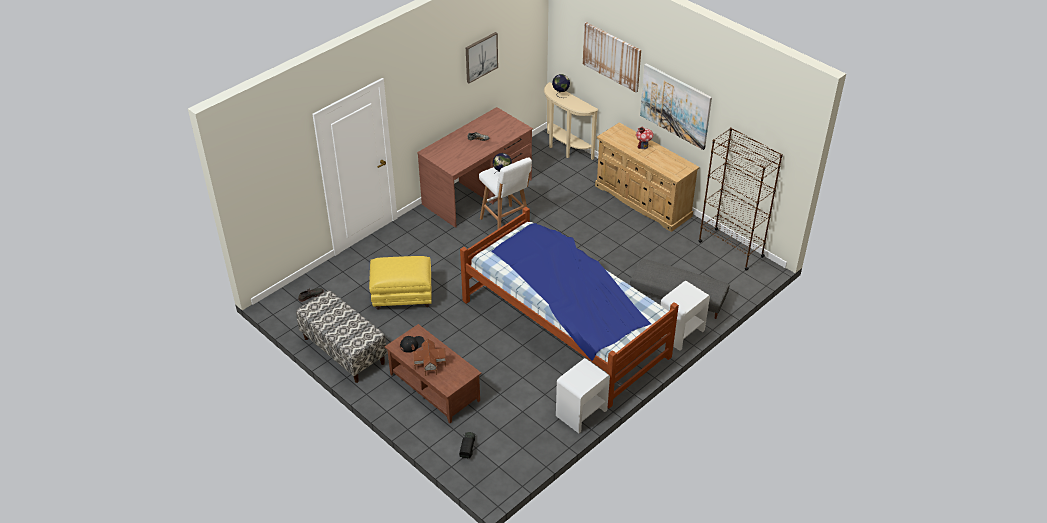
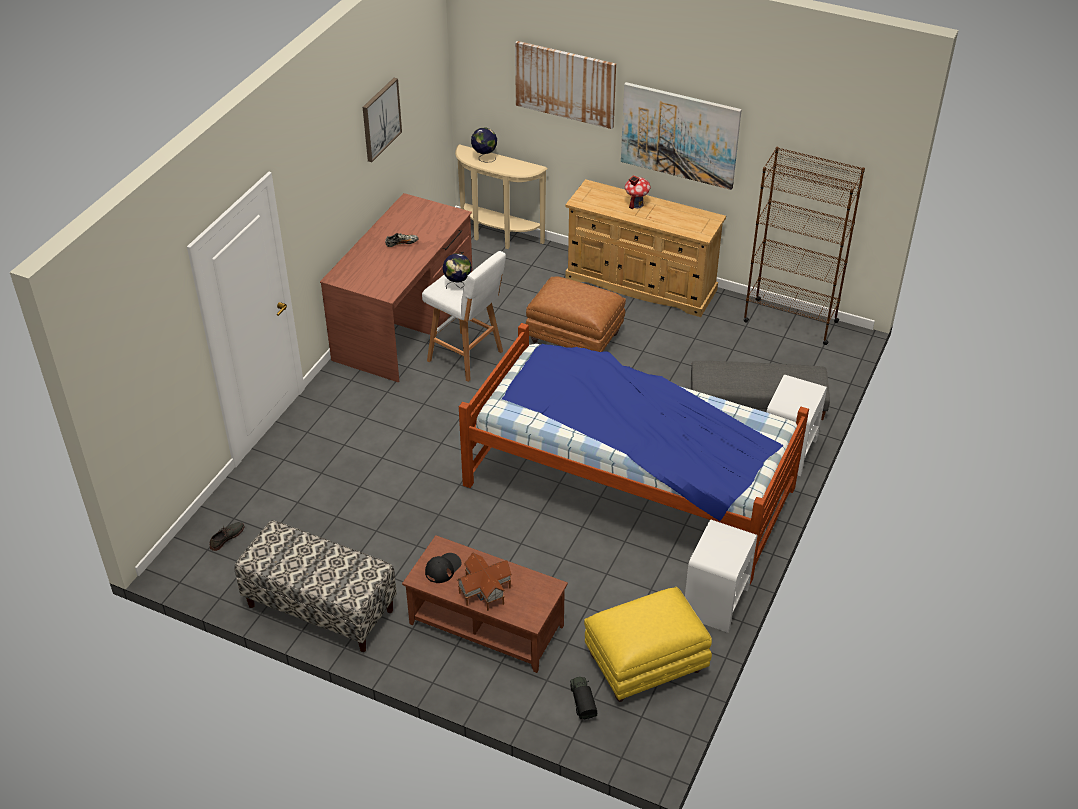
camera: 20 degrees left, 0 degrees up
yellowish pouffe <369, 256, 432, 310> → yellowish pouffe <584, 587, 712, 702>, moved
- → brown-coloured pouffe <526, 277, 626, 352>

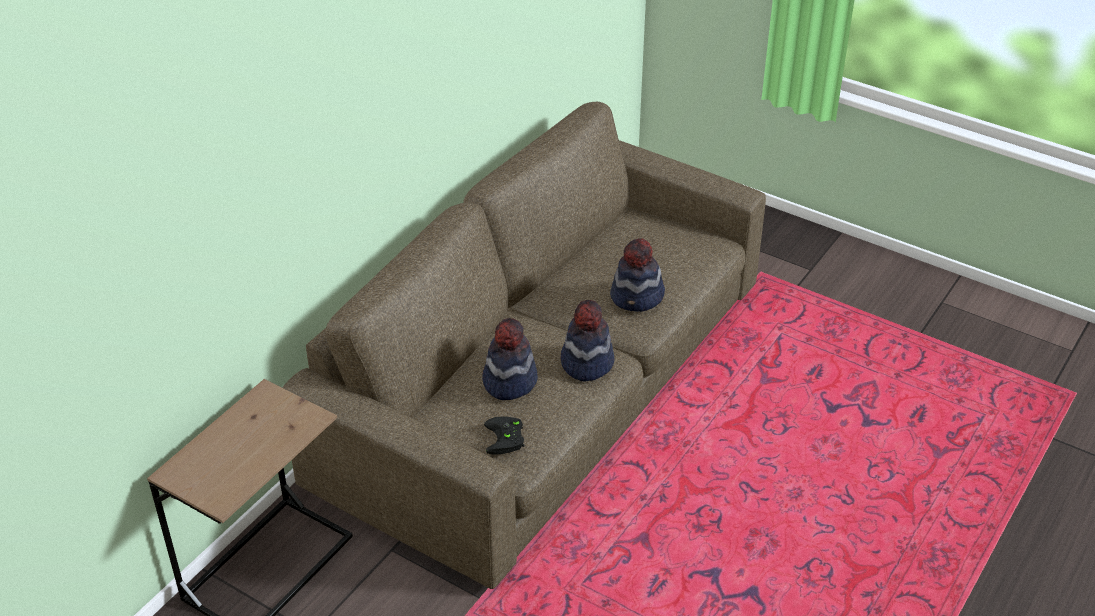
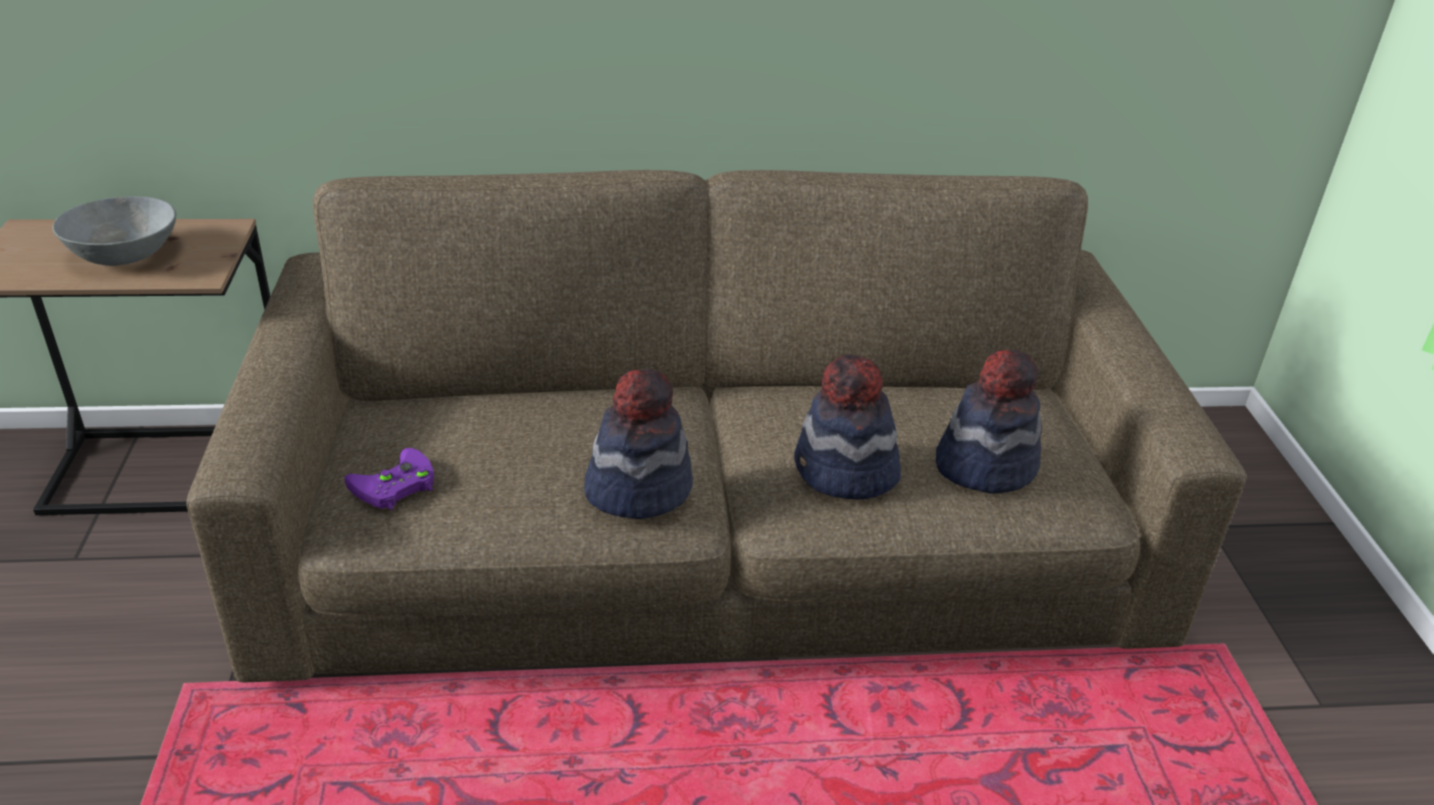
camera: 50 degrees right, 5 degrees down
hat <482, 318, 538, 400> → hat <936, 349, 1042, 494>, moved
black gamepad <484, 417, 524, 455> → purple-coloured gamepad <345, 448, 434, 510>
- → grey bowl <53, 196, 176, 266>

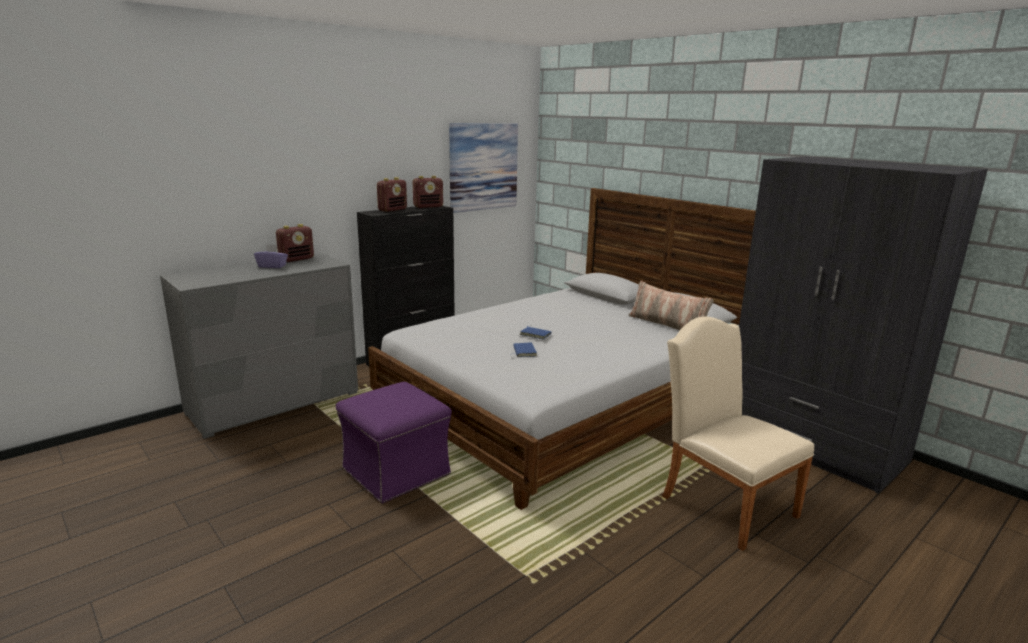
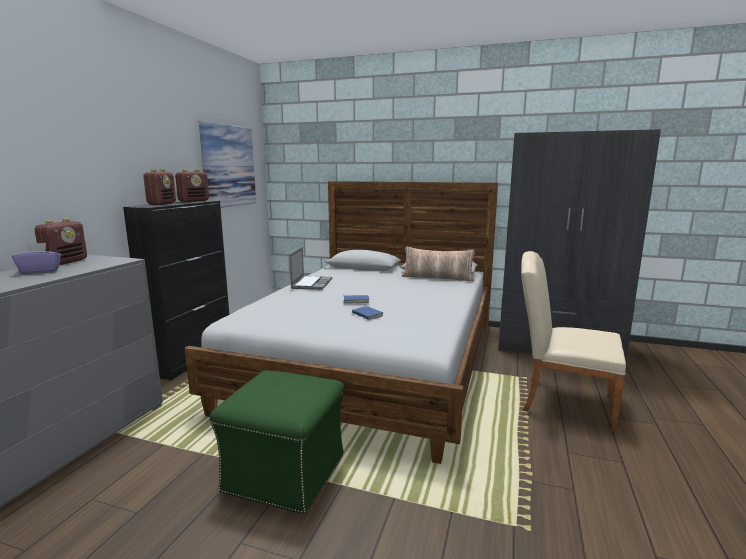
camera: 30 degrees left, 5 degrees down
purple-coloured pouffe <336, 382, 452, 503> → green-coloured pouffe <210, 370, 344, 514>
- → laptop <289, 247, 332, 290>

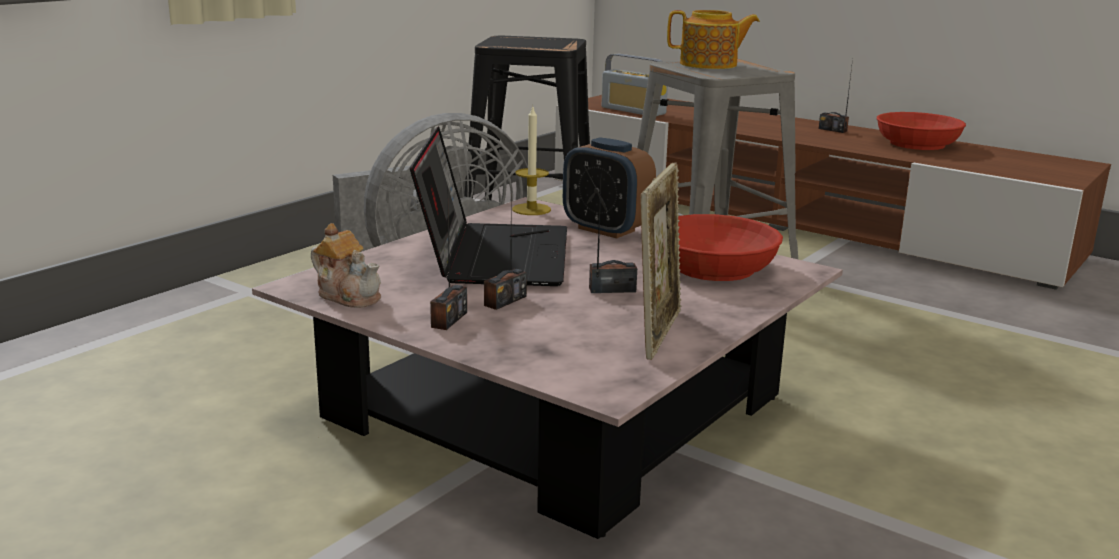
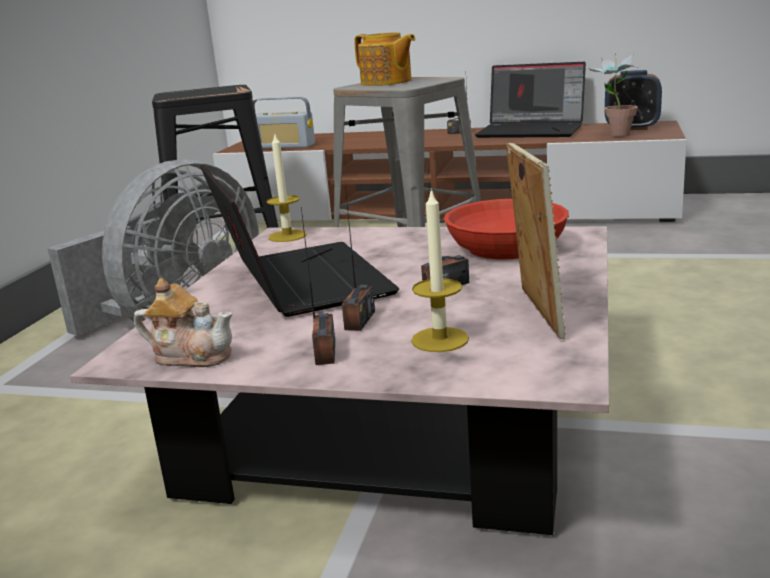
camera: 20 degrees left, 0 degrees up
tea pot <667, 10, 760, 69> → tea pot <354, 32, 416, 86>, 60 degrees clockwise
red bowl <877, 112, 966, 150> → laptop <475, 62, 586, 138>
alarm clock <563, 137, 656, 238> → alarm clock <605, 70, 662, 130>, moved
- → potted plant <590, 52, 639, 137>
- → wax candle <411, 188, 469, 352>

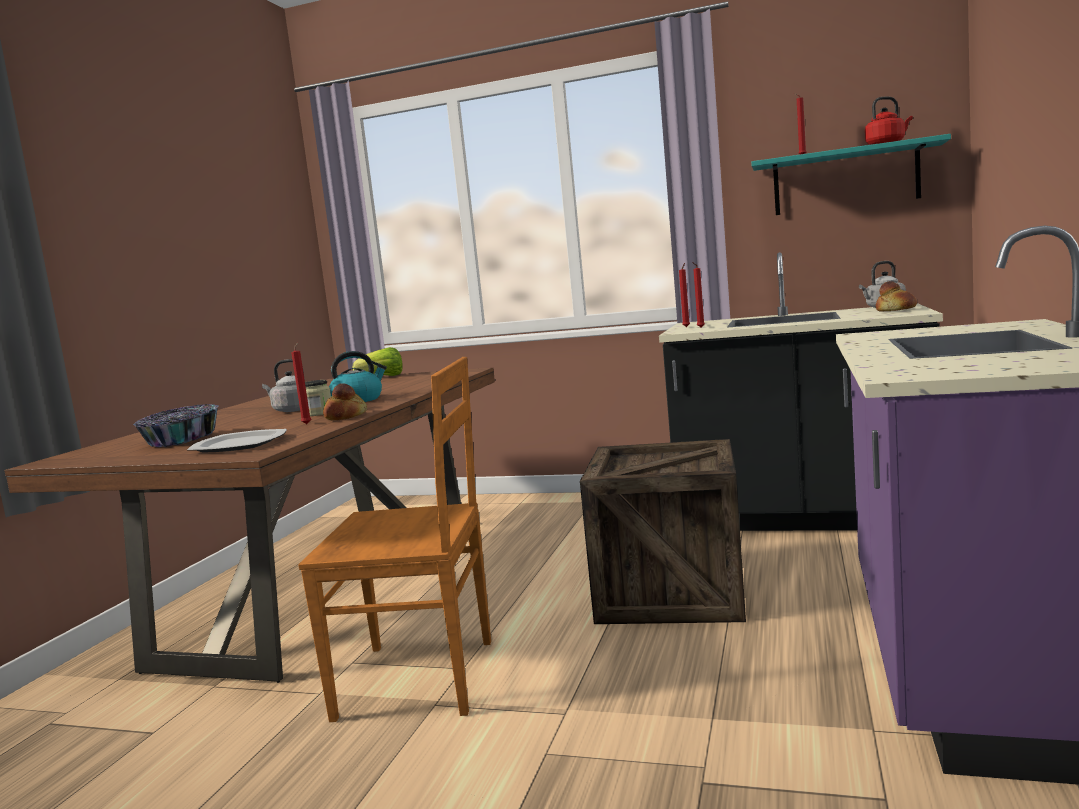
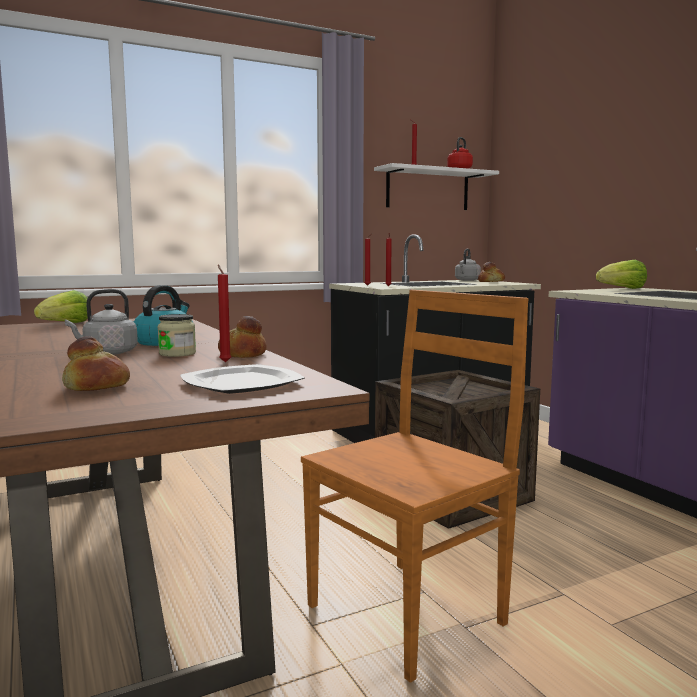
camera: 45 degrees left, 0 degrees up
turquoise wall shelf <751, 134, 951, 215> → white-coloured wall shelf <374, 163, 499, 210>
bowl <133, 404, 219, 447> → baked bread <62, 336, 130, 391>
- → lettuce <596, 260, 647, 289>

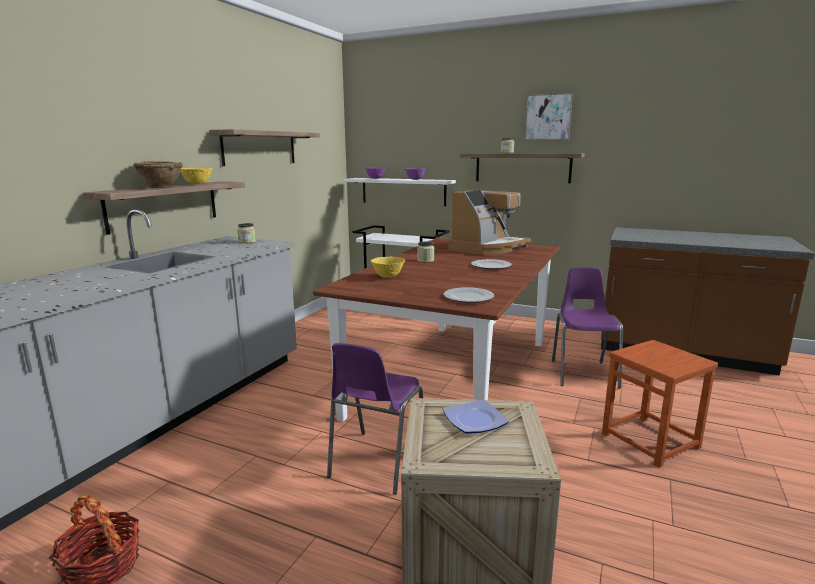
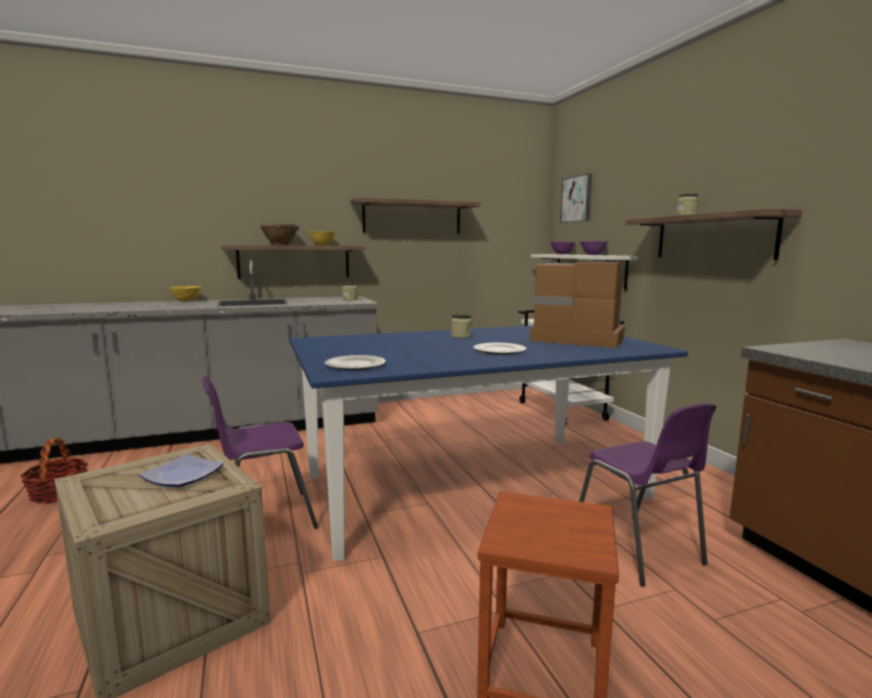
camera: 45 degrees right, 5 degrees down
picture <525, 93, 573, 140> → picture <560, 173, 592, 223>, moved
coffee maker <449, 190, 531, 255> → coffee maker <530, 261, 625, 348>, 150 degrees counterclockwise
brown-coloured dining table <313, 238, 560, 422> → blue dining table <290, 325, 688, 562>
yellowish bowl <371, 257, 405, 278> → yellowish bowl <170, 286, 201, 302>, moved
purple-coloured upright chair <552, 267, 623, 388> → purple-coloured upright chair <579, 403, 716, 587>, 105 degrees clockwise

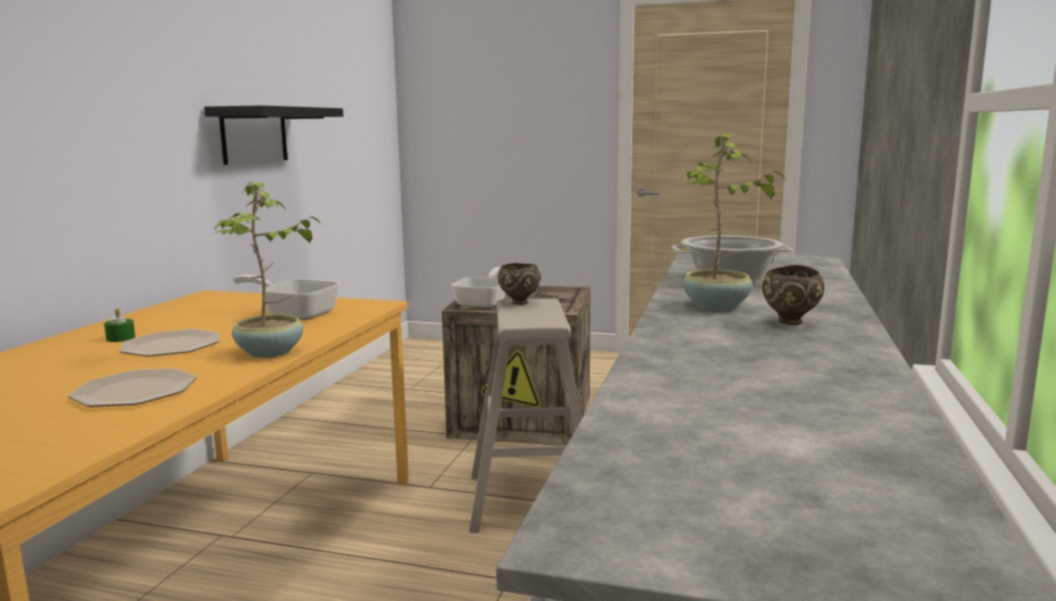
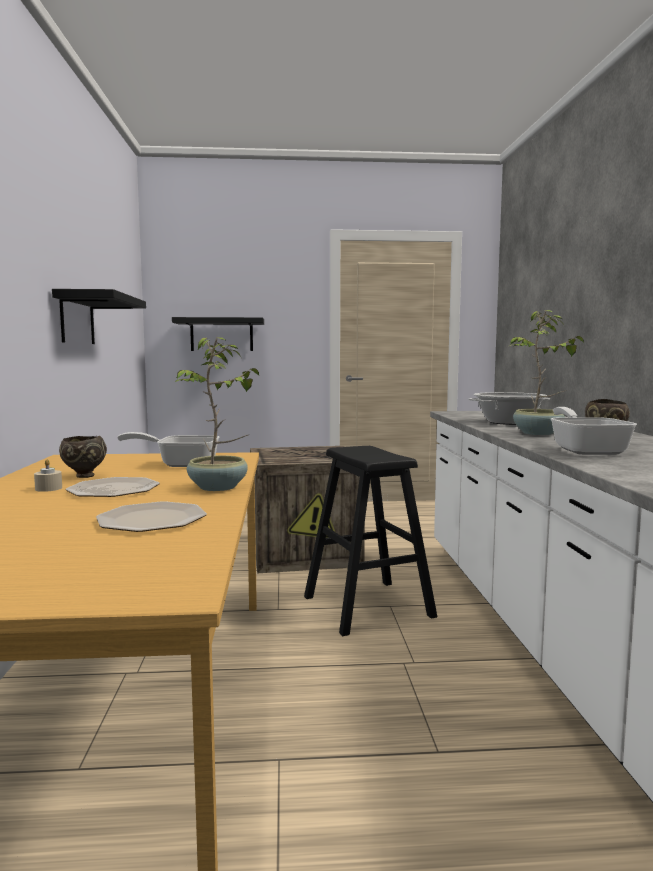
camera: 20 degrees left, 5 degrees down
brown-coloured bowl <498, 263, 541, 305> → brown-coloured bowl <59, 436, 107, 478>, moved
pan <451, 267, 505, 308> → pan <551, 407, 637, 455>, moved
sand-coloured stool <469, 298, 583, 533> → black stool <304, 446, 437, 636>
green-coloured wax candle <104, 308, 135, 342> → sand-coloured wax candle <34, 459, 62, 492>
- → black wall shelf <172, 317, 264, 351>

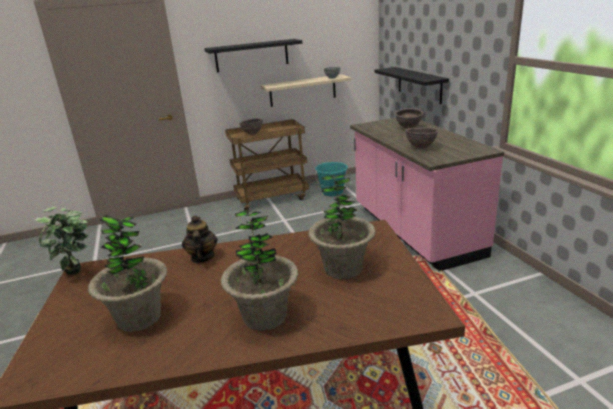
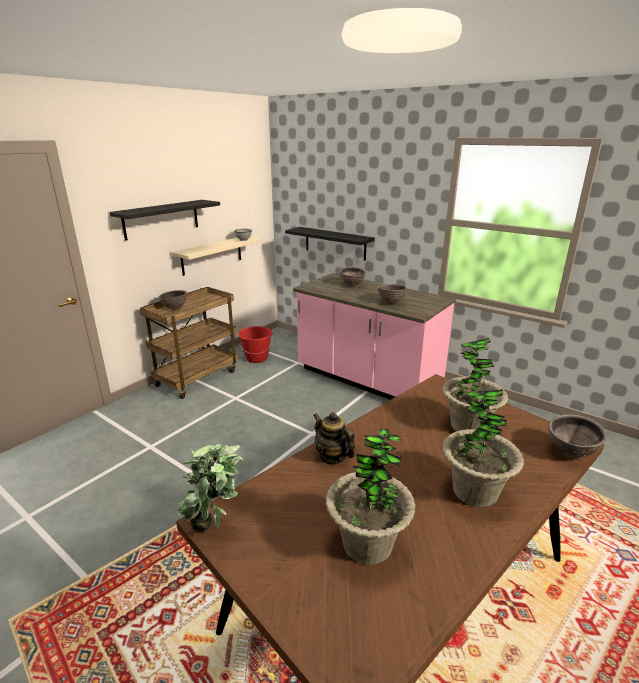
camera: 35 degrees left, 0 degrees up
turquoise water bucket <315, 162, 348, 196> → red water bucket <237, 326, 273, 363>
- → brown-coloured bowl <548, 414, 607, 457>

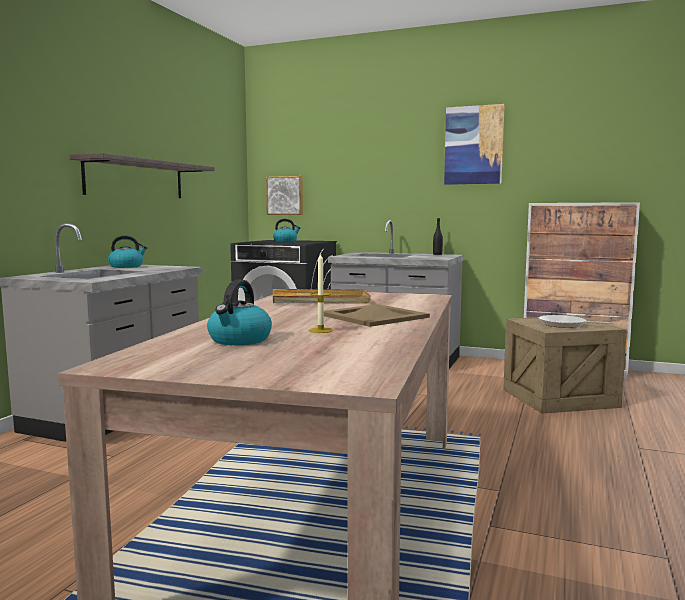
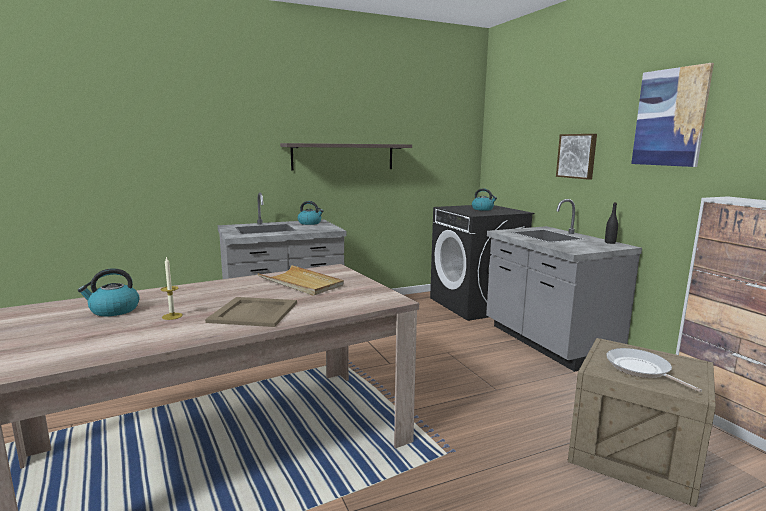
camera: 45 degrees right, 5 degrees up
picture <266, 176, 303, 215> → picture <556, 134, 597, 180>, moved

